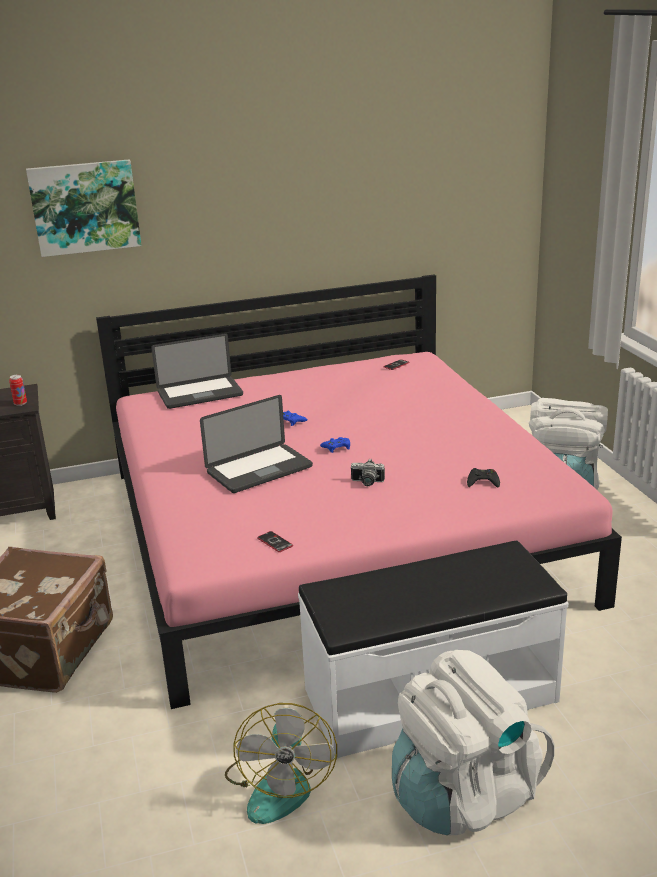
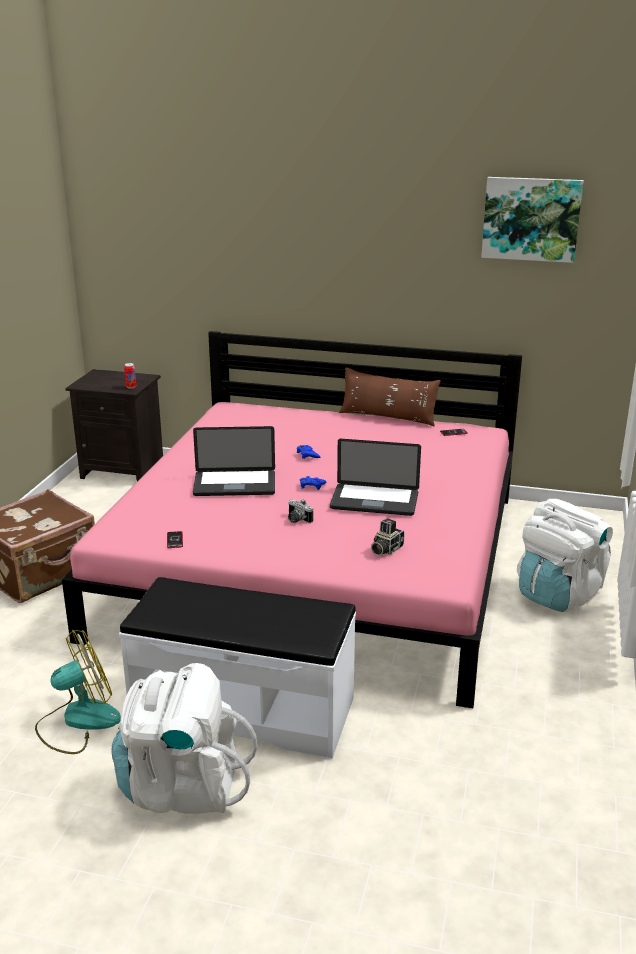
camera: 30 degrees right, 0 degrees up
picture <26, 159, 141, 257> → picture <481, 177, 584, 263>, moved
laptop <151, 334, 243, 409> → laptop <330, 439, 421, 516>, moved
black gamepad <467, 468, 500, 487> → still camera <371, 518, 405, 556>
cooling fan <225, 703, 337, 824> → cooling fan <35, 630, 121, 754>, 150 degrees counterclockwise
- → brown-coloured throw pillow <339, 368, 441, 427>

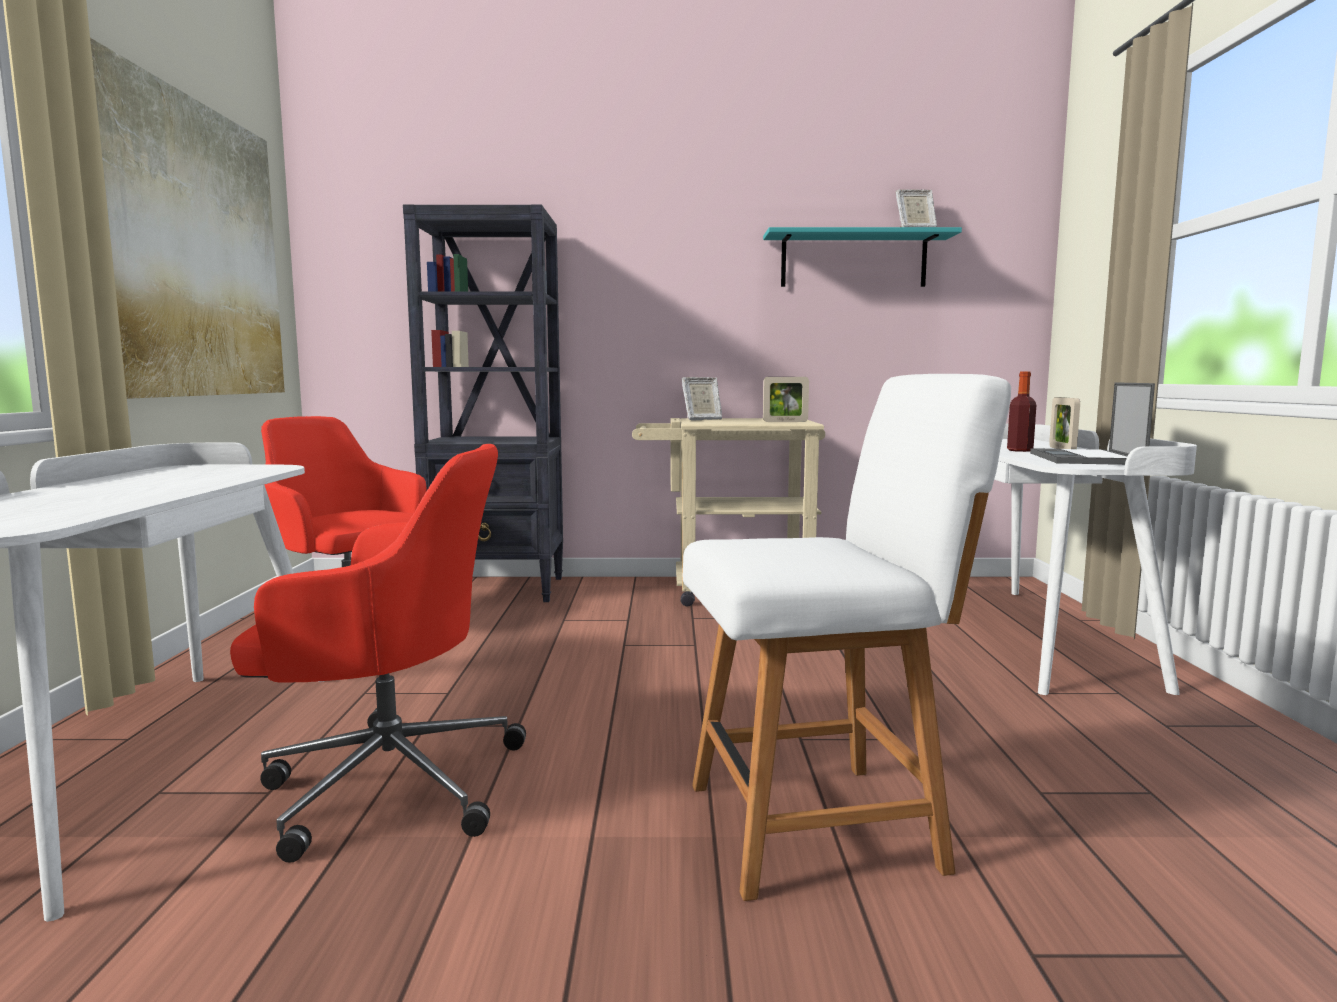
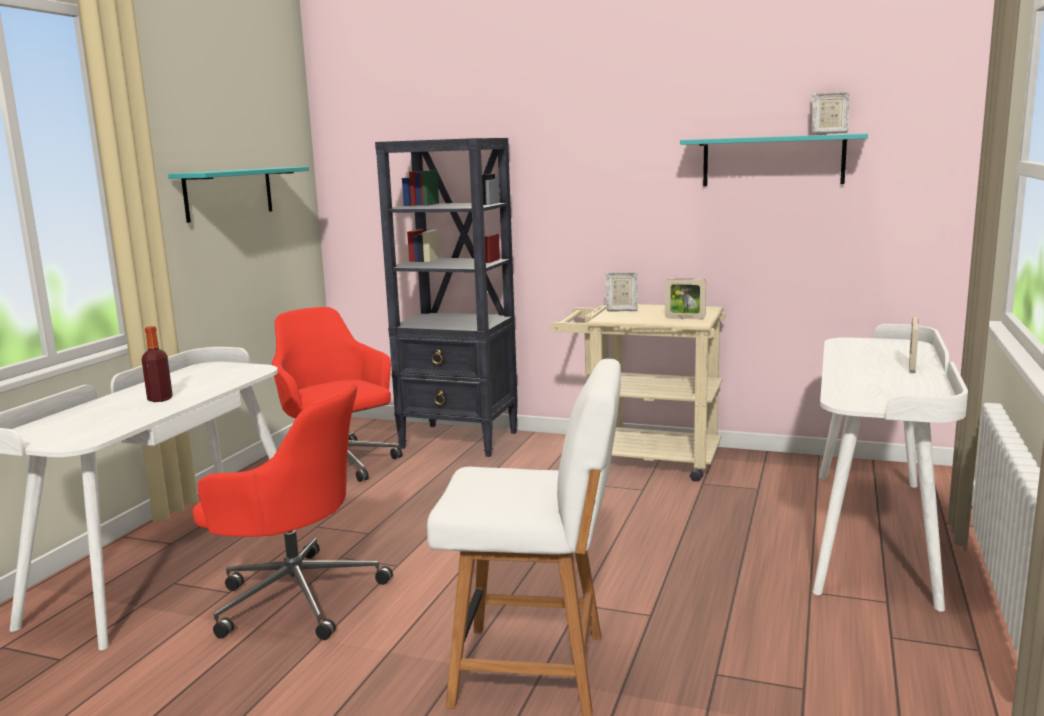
camera: 20 degrees right, 5 degrees up
picture <90, 38, 285, 399> → turquoise wall shelf <168, 167, 309, 223>
bottle <1007, 371, 1036, 452> → bottle <142, 326, 173, 402>, moved
laptop <1030, 382, 1155, 465> → -

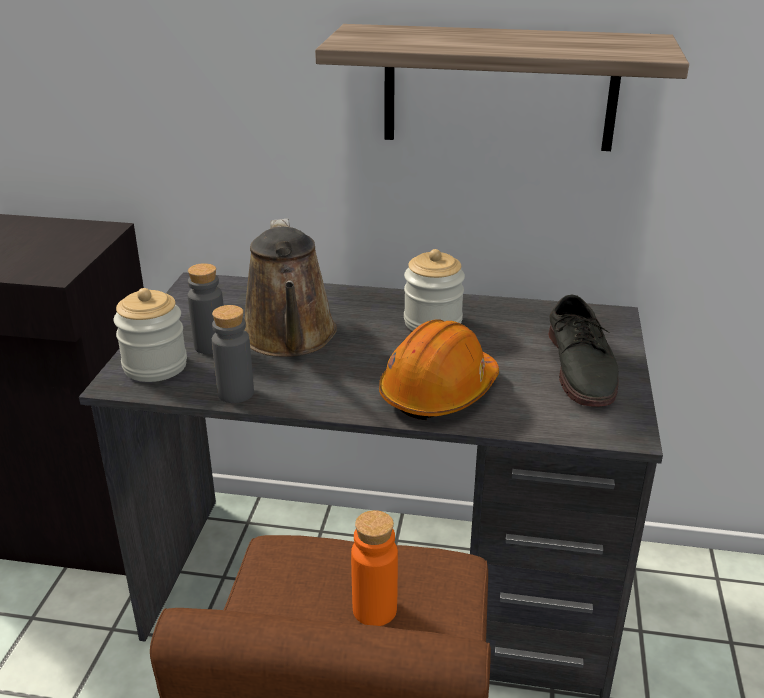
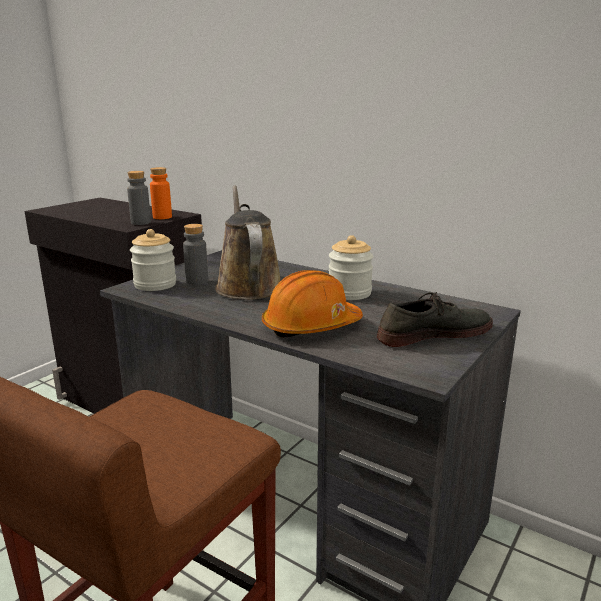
camera: 25 degrees right, 10 degrees down
wall shelf <315, 24, 689, 151> → -
brown-coloured sprinkling can <244, 218, 337, 357> → brown-coloured sprinkling can <215, 186, 281, 300>, 150 degrees clockwise
grey low shoe <549, 295, 619, 407> → grey low shoe <377, 292, 493, 347>, 135 degrees counterclockwise
grey bottle <212, 305, 254, 403> → grey bottle <127, 171, 151, 225>, moved
orange-coloured bottle <351, 510, 398, 626> → orange-coloured bottle <150, 167, 172, 219>, moved

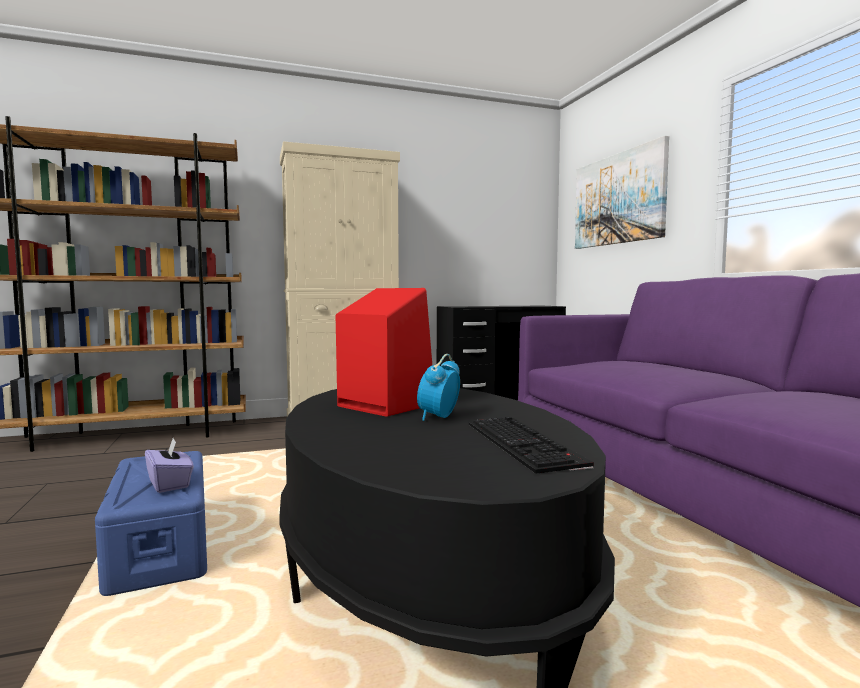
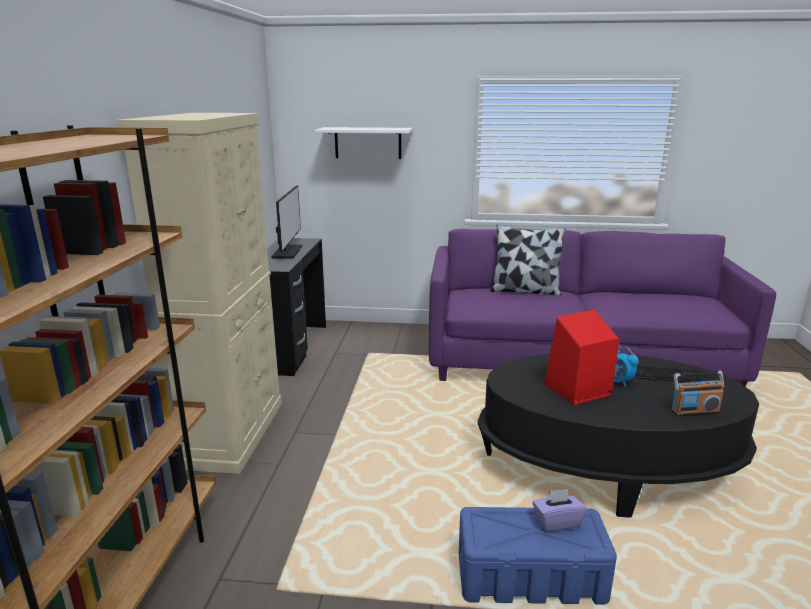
camera: 65 degrees left, 15 degrees up
picture <575, 136, 669, 249> → white-coloured wall shelf <315, 127, 413, 159>
- → computer screen <271, 185, 302, 258>
- → throw pillow <490, 224, 565, 296>
- → radio <671, 371, 725, 416>

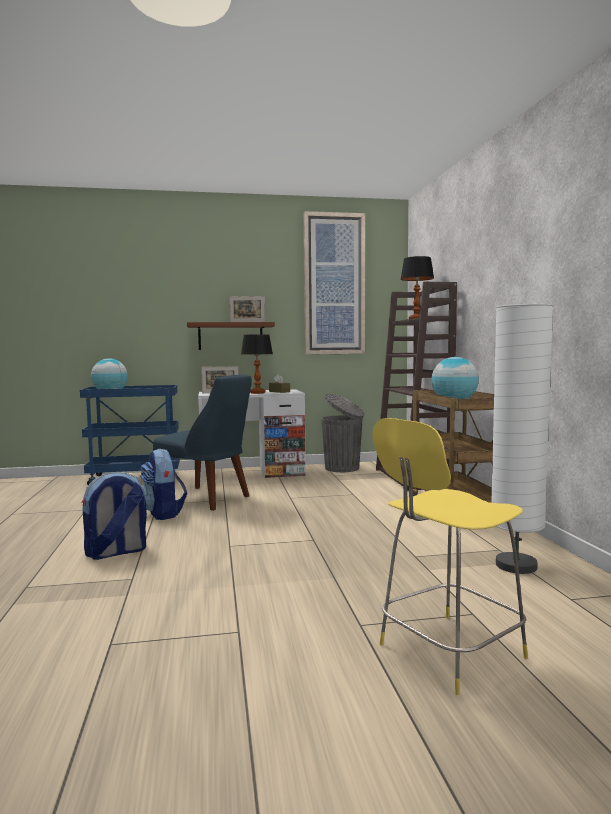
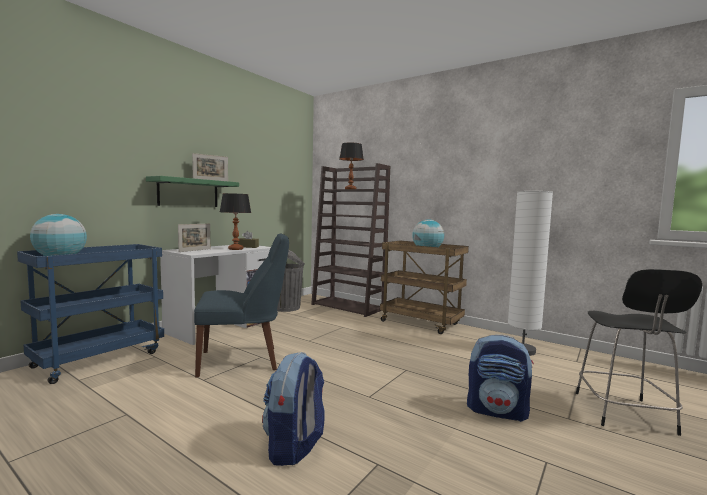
camera: 45 degrees left, 0 degrees up
picture <303, 211, 365, 355> → -
brown-coloured wall shelf <187, 322, 275, 350> → green-coloured wall shelf <146, 176, 239, 207>
yellowish stool <372, 418, 528, 695> → black stool <576, 269, 702, 436>
knapsack <140, 449, 187, 520> → knapsack <467, 335, 534, 422>, moved

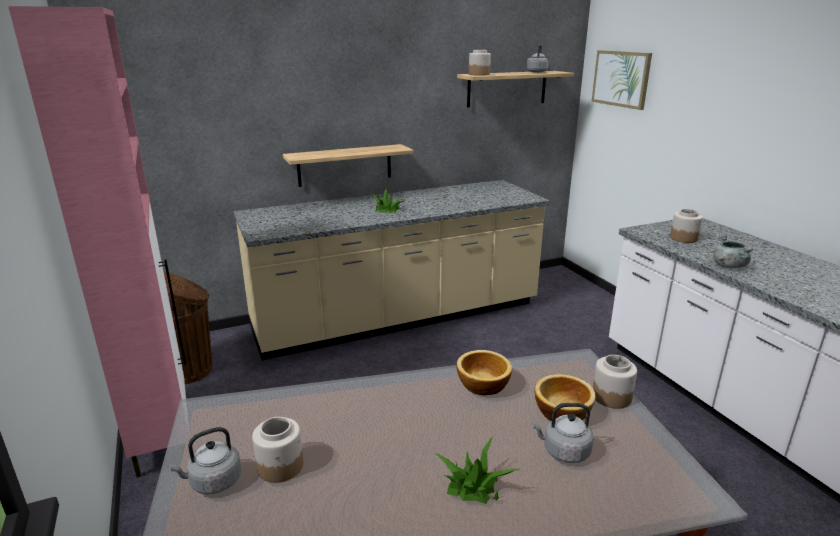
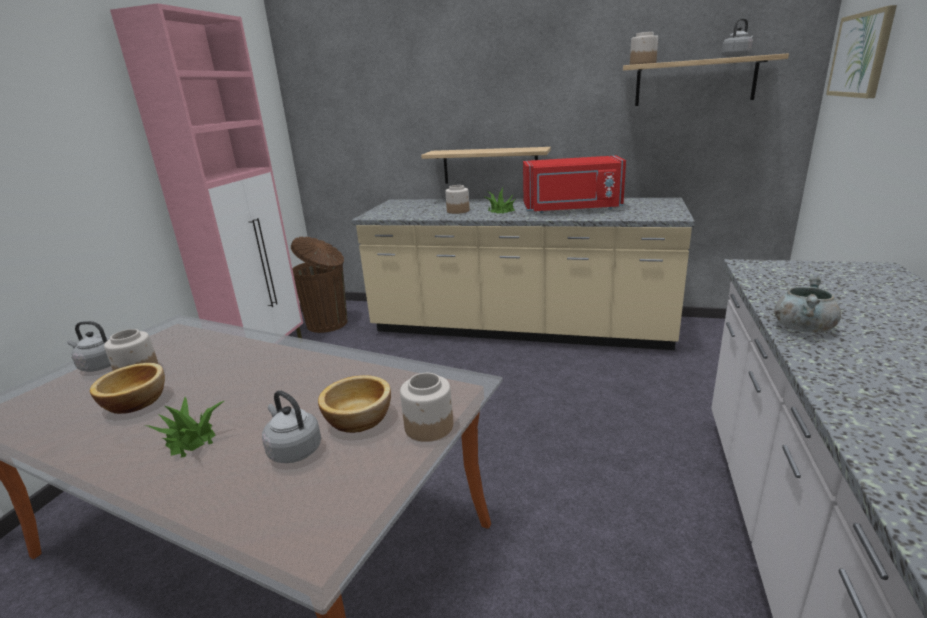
camera: 40 degrees right, 0 degrees up
storage jar <670, 209, 703, 243> → storage jar <445, 185, 470, 214>, moved
bowl <456, 350, 512, 395> → bowl <90, 363, 165, 414>, moved
- → red kitchen microwave <523, 155, 626, 213>

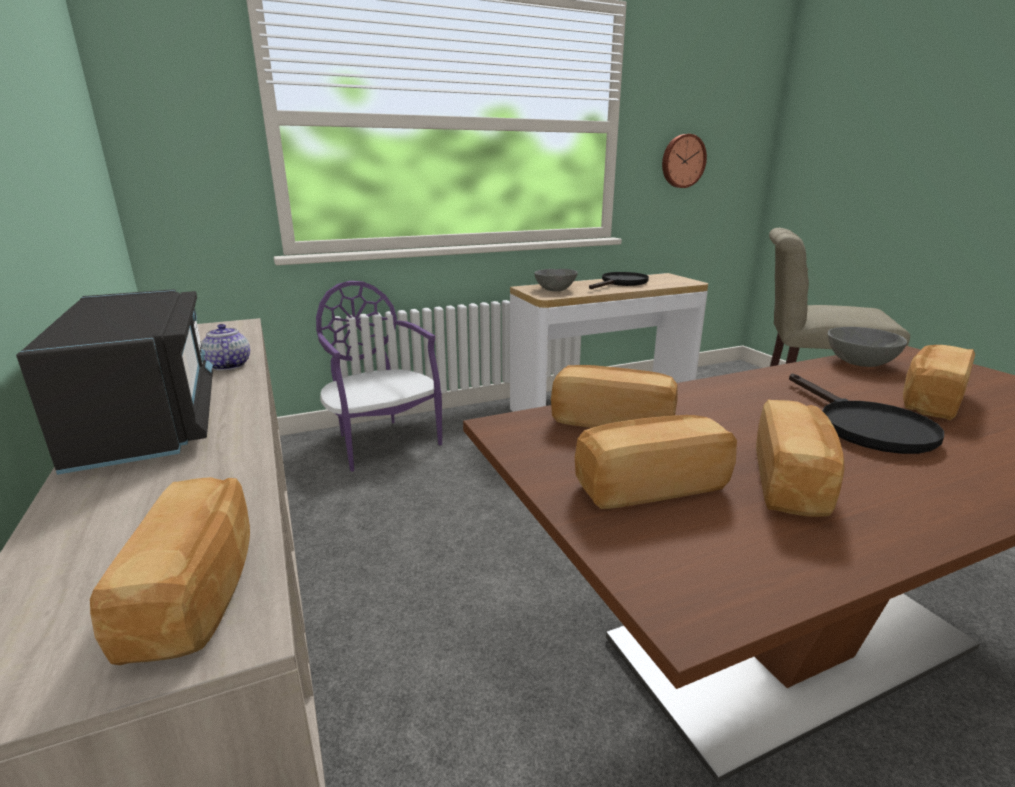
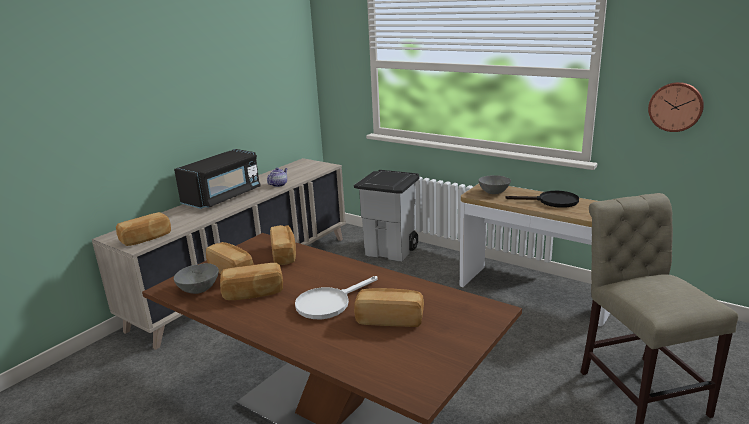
camera: 60 degrees right, 0 degrees up
purple-coloured upright chair <316, 281, 442, 472> → grey rubbish bin <354, 170, 420, 261>
grey bowl <828, 327, 907, 367> → grey bowl <174, 263, 219, 294>, moved
black pan <789, 373, 944, 454> → white-coloured pan <295, 276, 377, 319>

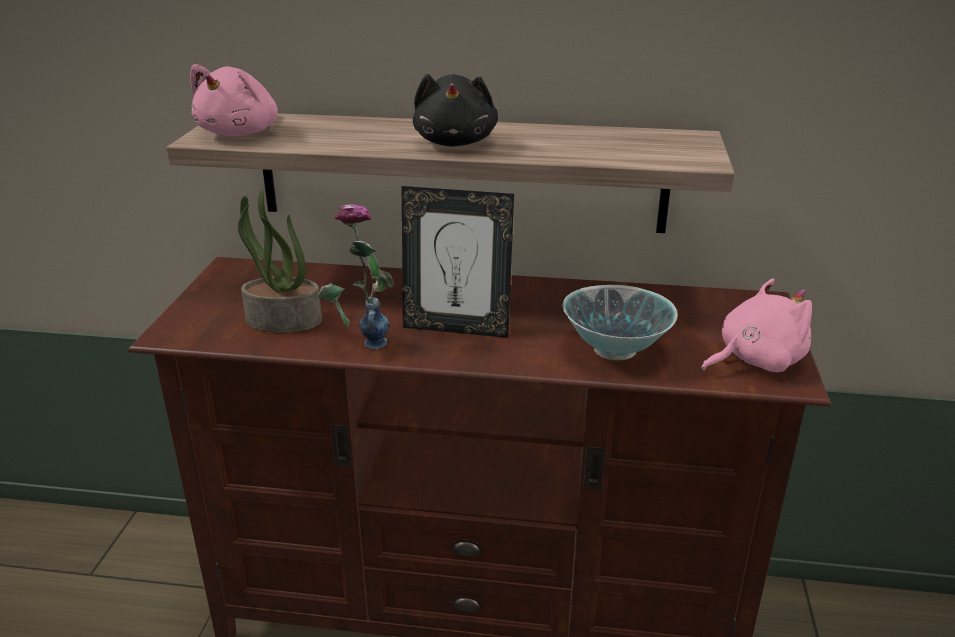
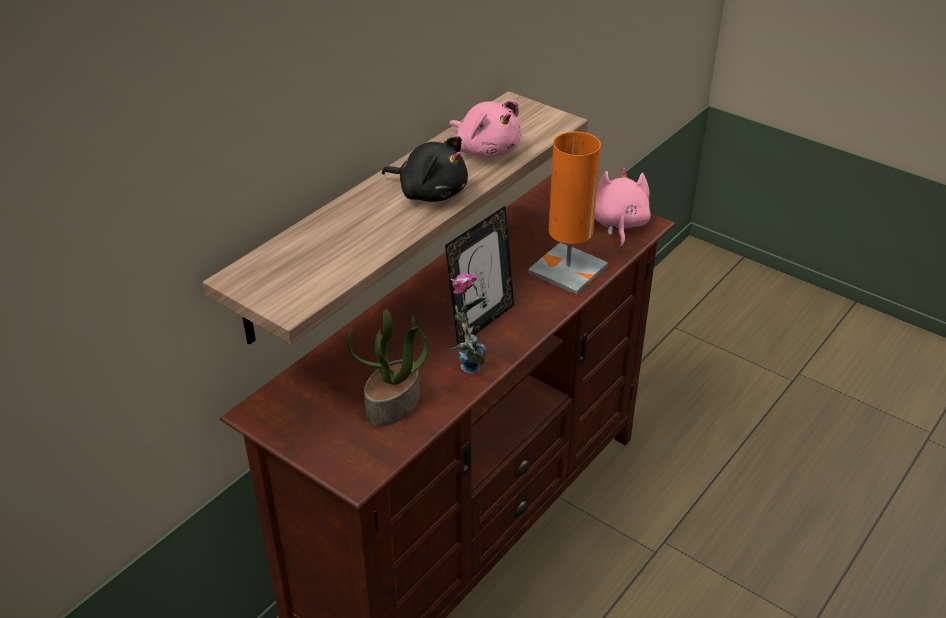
camera: 60 degrees left, 10 degrees up
pinkish soft toy <190, 64, 278, 136> → pinkish soft toy <449, 100, 521, 158>, moved
bowl <562, 285, 677, 360> → orange-coloured lamp for a table <528, 131, 608, 294>

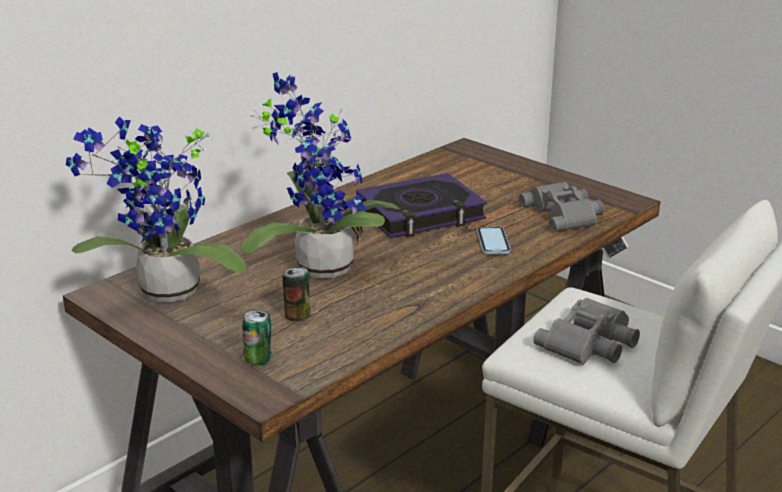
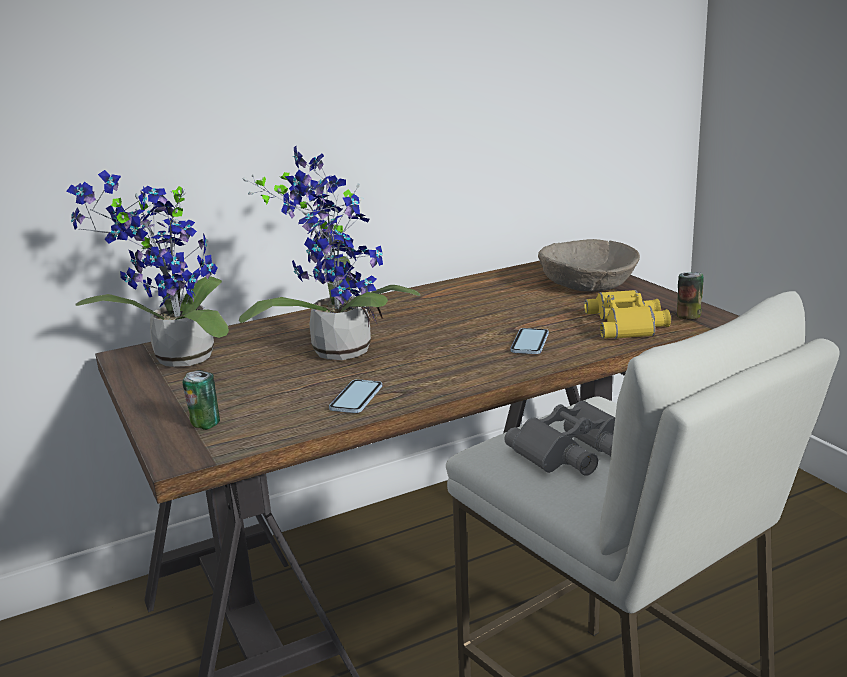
camera: 20 degrees right, 5 degrees down
bound book <356, 173, 487, 238> → -
grey binoculars <519, 182, 604, 232> → yellowish binoculars <584, 290, 671, 339>
sealed can <282, 267, 310, 321> → sealed can <677, 272, 703, 319>, moved
- → sand-coloured bowl <538, 239, 640, 292>
- → telephone <329, 379, 382, 413>

